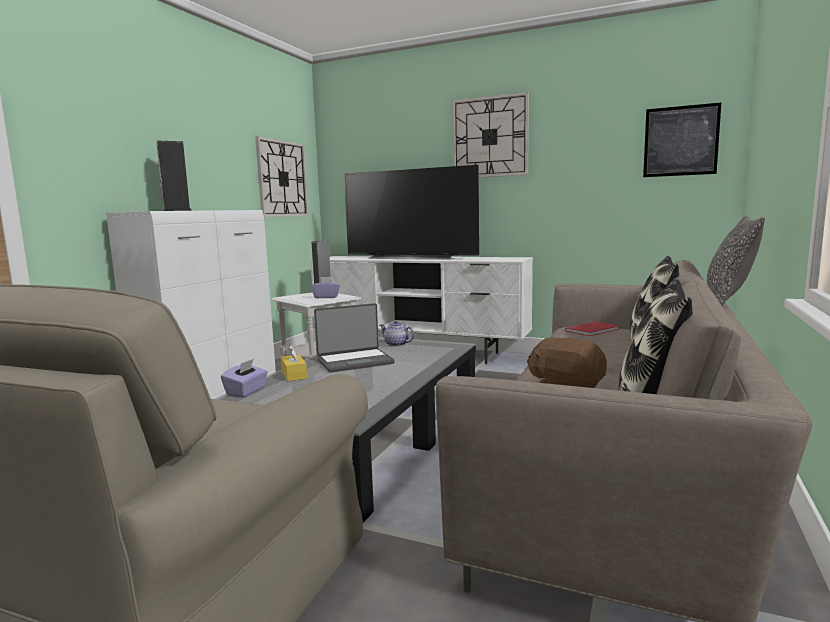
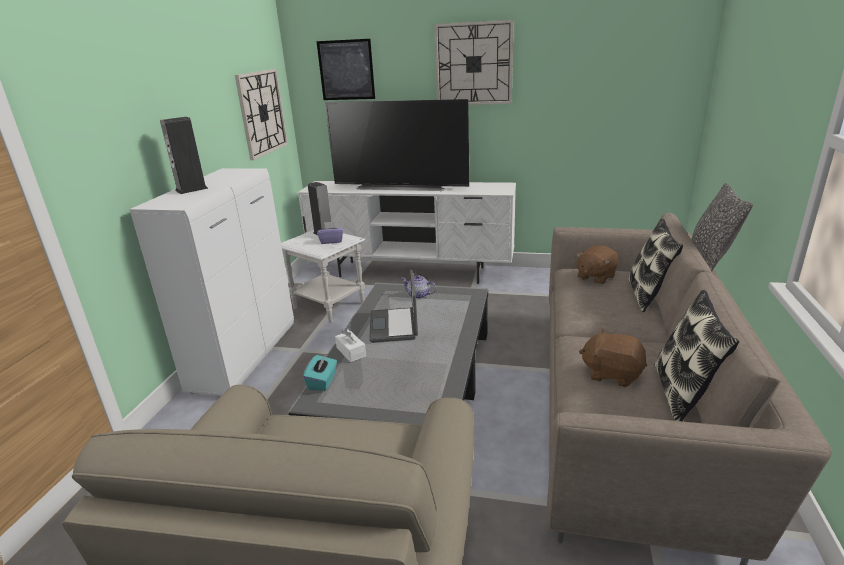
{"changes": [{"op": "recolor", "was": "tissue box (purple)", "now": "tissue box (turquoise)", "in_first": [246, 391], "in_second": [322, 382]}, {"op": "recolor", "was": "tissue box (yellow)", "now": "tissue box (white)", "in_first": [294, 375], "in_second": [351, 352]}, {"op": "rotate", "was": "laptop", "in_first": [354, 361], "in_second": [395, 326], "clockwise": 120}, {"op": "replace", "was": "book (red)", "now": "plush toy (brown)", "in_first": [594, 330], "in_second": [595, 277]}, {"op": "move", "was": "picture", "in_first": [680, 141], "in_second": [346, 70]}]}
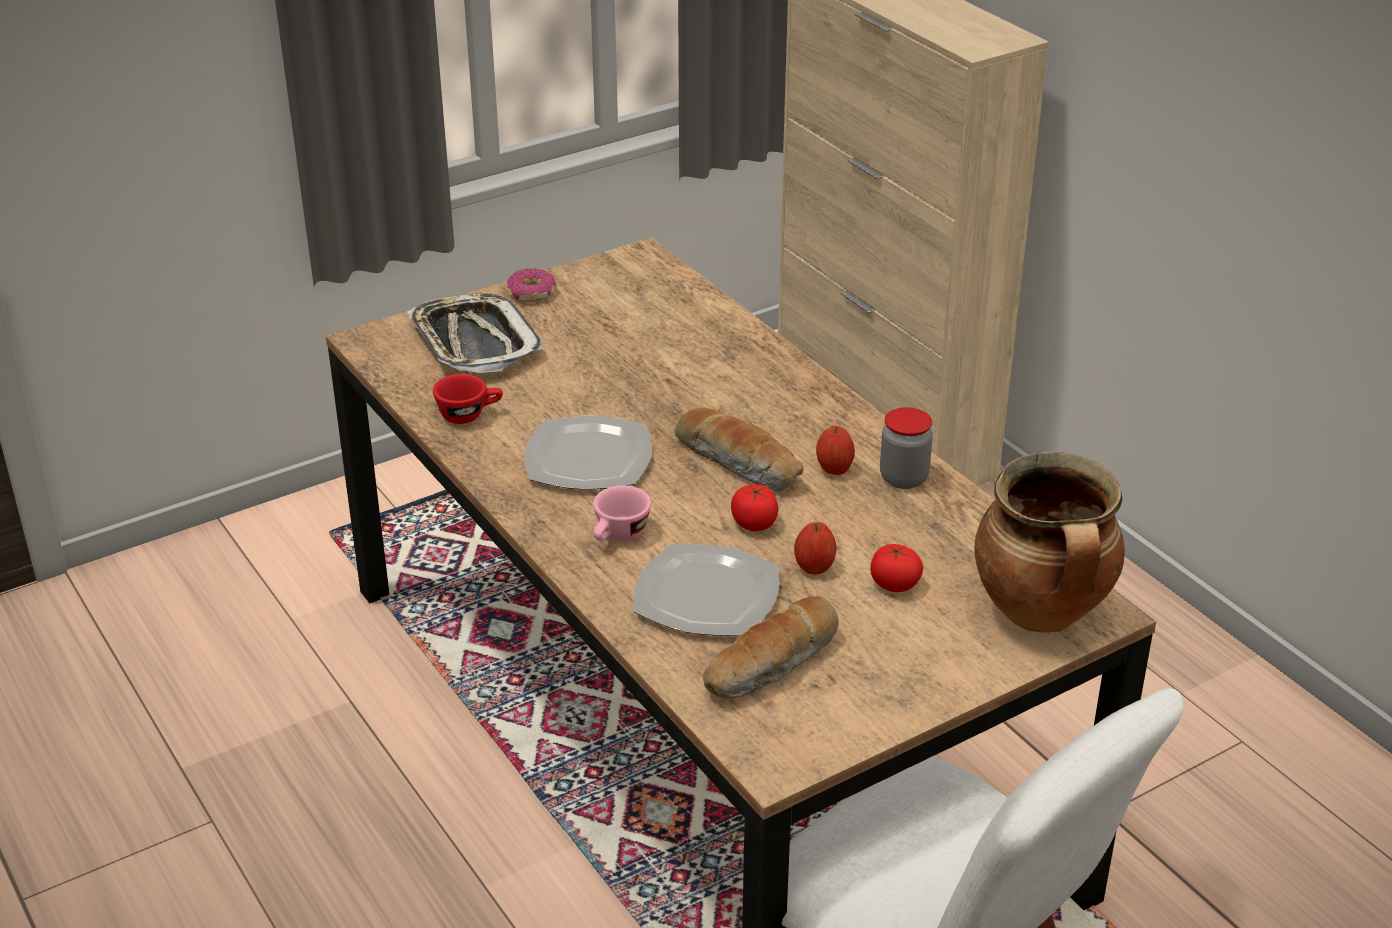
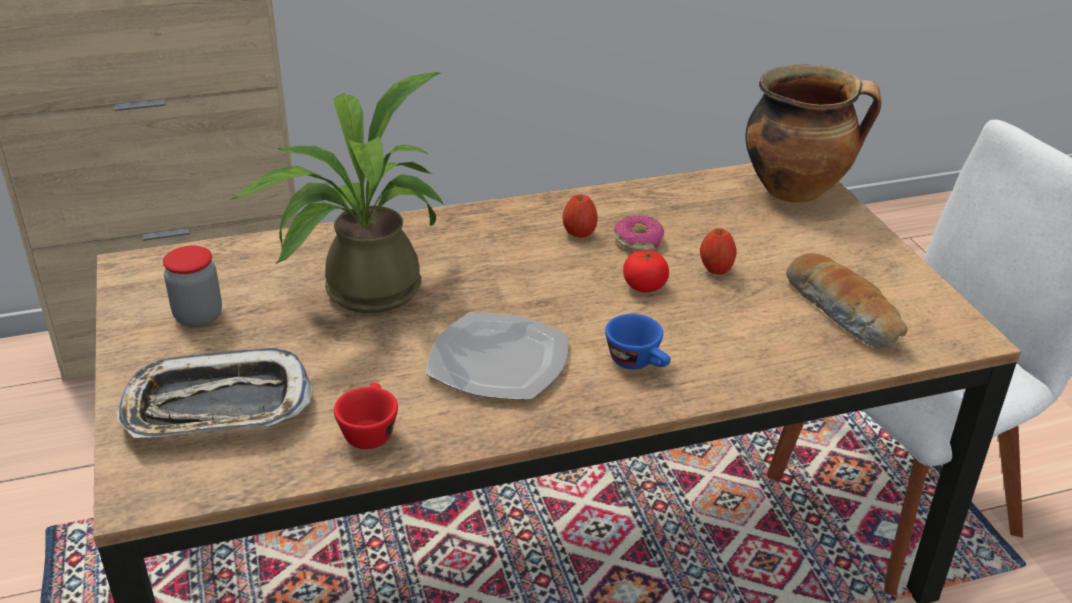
{"changes": [{"op": "move", "was": "donut", "in_first": [532, 293], "in_second": [638, 241]}, {"op": "recolor", "was": "cup (pink)", "now": "cup (blue)", "in_first": [618, 536], "in_second": [639, 363]}, {"op": "delete", "was": "plate", "in_first": [708, 596]}, {"op": "delete", "was": "bread", "in_first": [740, 463]}, {"op": "delete", "was": "tomato", "in_first": [894, 585]}, {"op": "move", "was": "jar", "in_first": [903, 478], "in_second": [198, 316]}, {"op": "insert", "now": "potted plant", "in_second": [361, 292]}]}
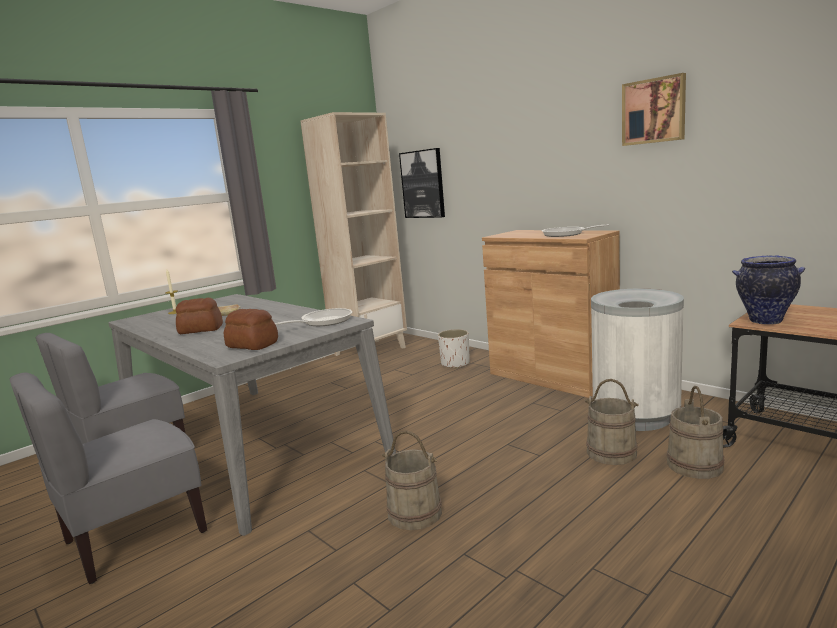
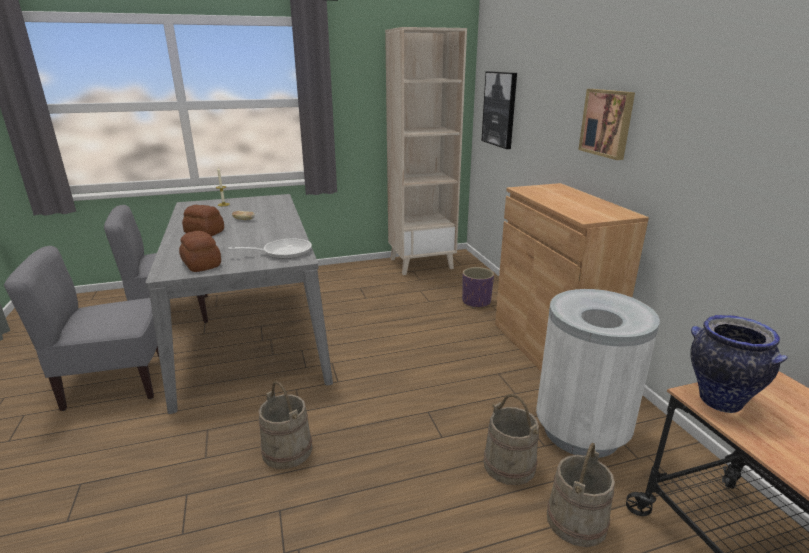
{"changes": [{"op": "recolor", "was": "planter (white)", "now": "planter (purple)", "in_first": [455, 364], "in_second": [476, 302]}, {"op": "delete", "was": "frying pan", "in_first": [566, 234]}, {"op": "move", "was": "picture", "in_first": [654, 111], "in_second": [607, 123]}]}
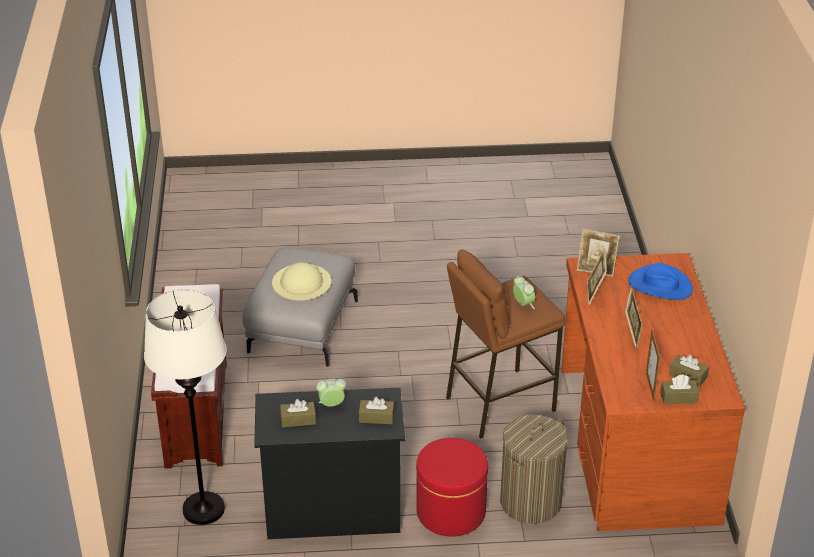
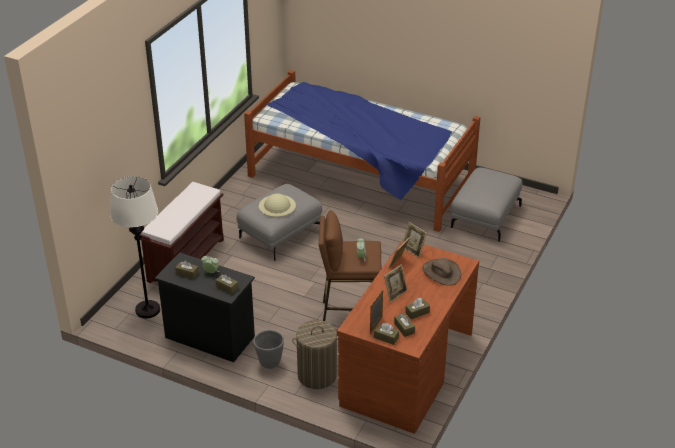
{"changes": [{"op": "replace", "was": "ottoman (red)", "now": "planter (grey)", "in_first": [451, 512], "in_second": [269, 363]}, {"op": "recolor", "was": "hat (blue)", "now": "hat (brown)", "in_first": [659, 285], "in_second": [441, 273]}, {"op": "insert", "now": "bed", "in_second": [360, 179]}, {"op": "insert", "now": "tissue box (brown)", "in_second": [417, 312]}, {"op": "insert", "now": "ottoman (grey)", "in_second": [485, 216]}]}
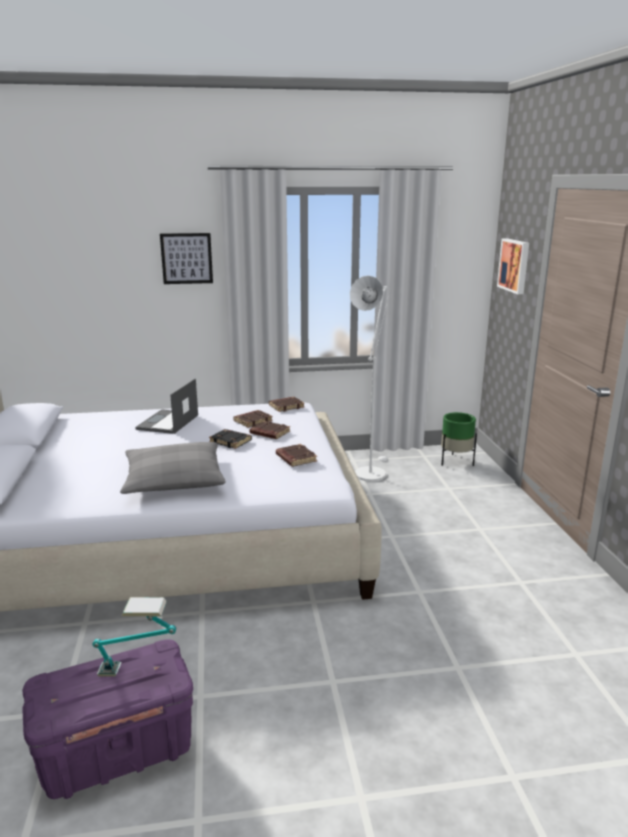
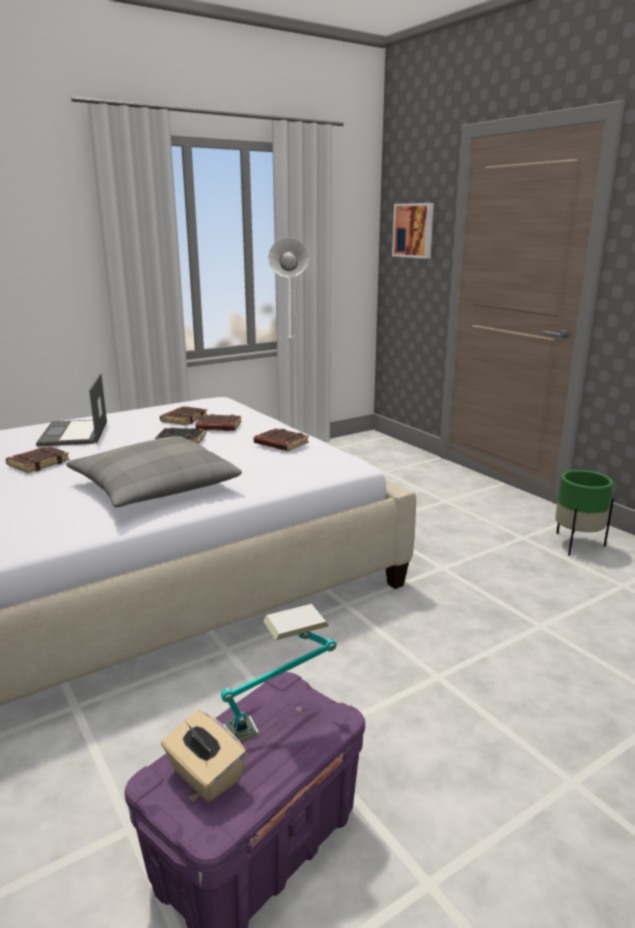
{"changes": [{"op": "delete", "was": "picture", "in_first": [186, 258]}, {"op": "move", "was": "book (brown)", "in_first": [286, 406], "in_second": [38, 463]}, {"op": "move", "was": "planter (green)", "in_first": [455, 461], "in_second": [576, 545]}, {"op": "insert", "now": "tissue box (beige)", "in_second": [204, 775]}]}
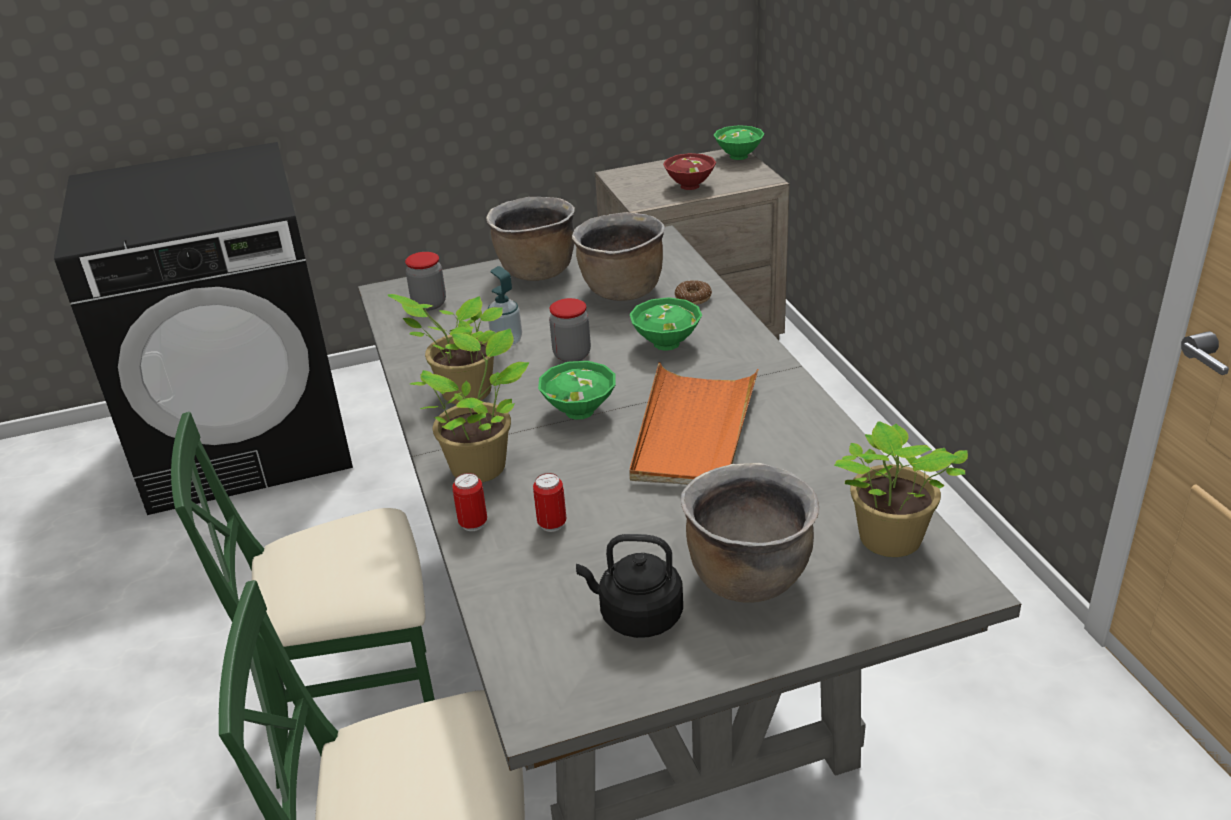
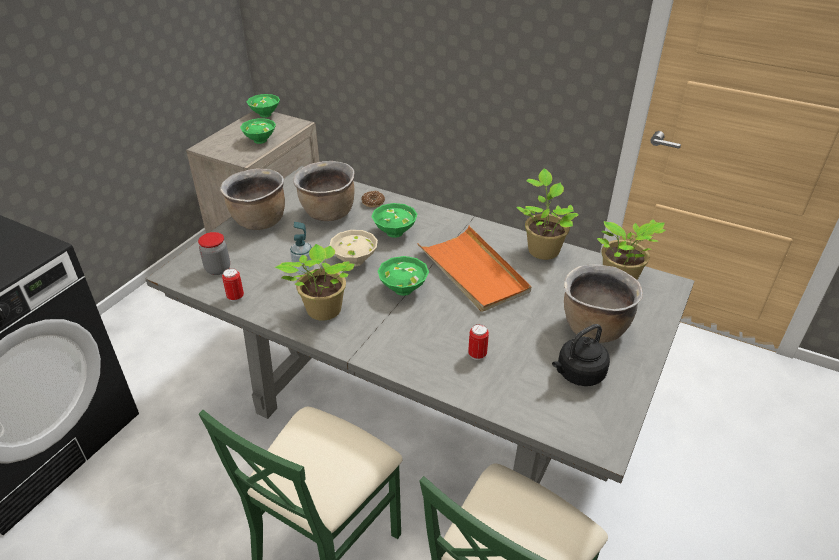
{"changes": [{"op": "move", "was": "potted plant", "in_first": [481, 465], "in_second": [542, 249]}, {"op": "move", "was": "can", "in_first": [473, 524], "in_second": [235, 297]}, {"op": "replace", "was": "jar", "now": "bowl (beige)", "in_first": [572, 355], "in_second": [353, 261]}, {"op": "recolor", "was": "bowl (red)", "now": "bowl (green)", "in_first": [690, 185], "in_second": [260, 140]}]}
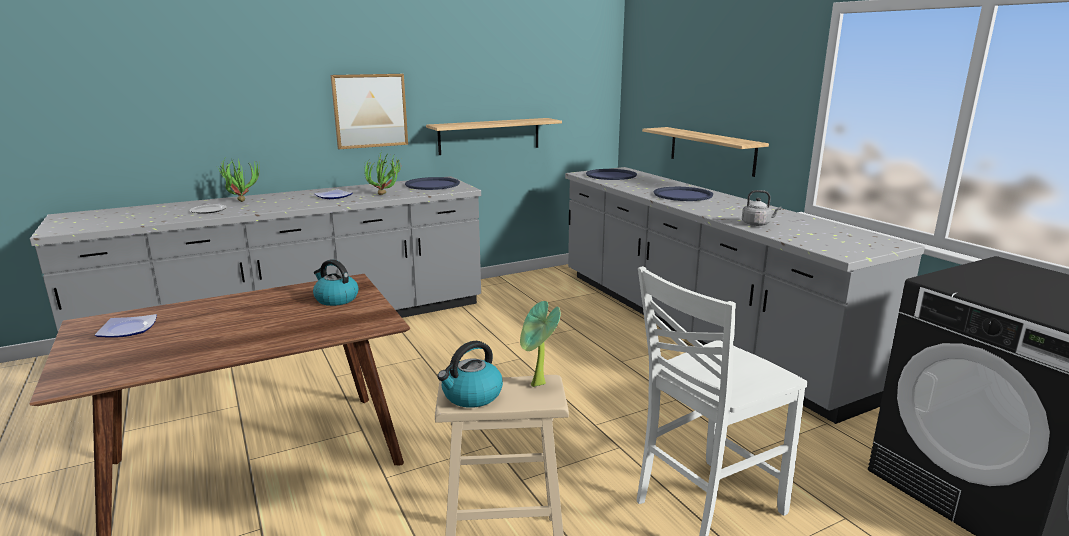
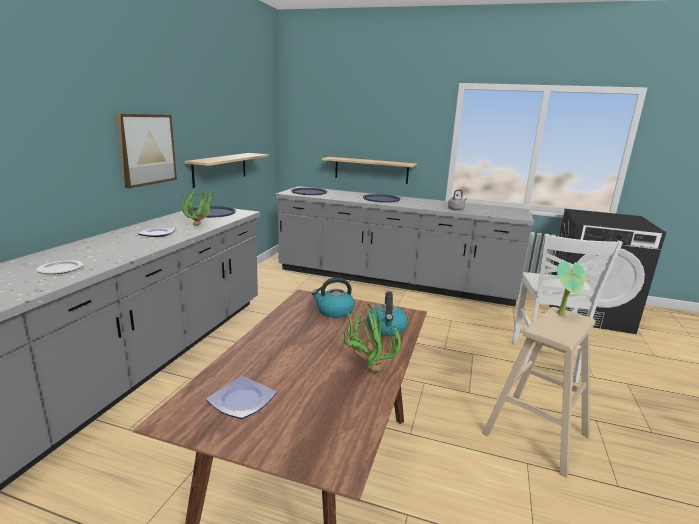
{"changes": [{"op": "move", "was": "potted plant", "in_first": [241, 200], "in_second": [366, 369]}, {"op": "move", "was": "kettle", "in_first": [471, 396], "in_second": [386, 329]}]}
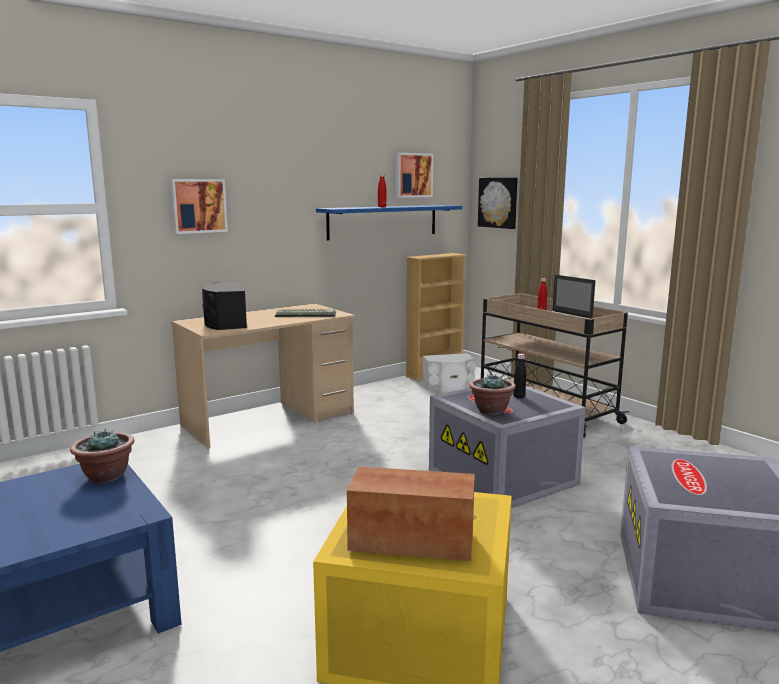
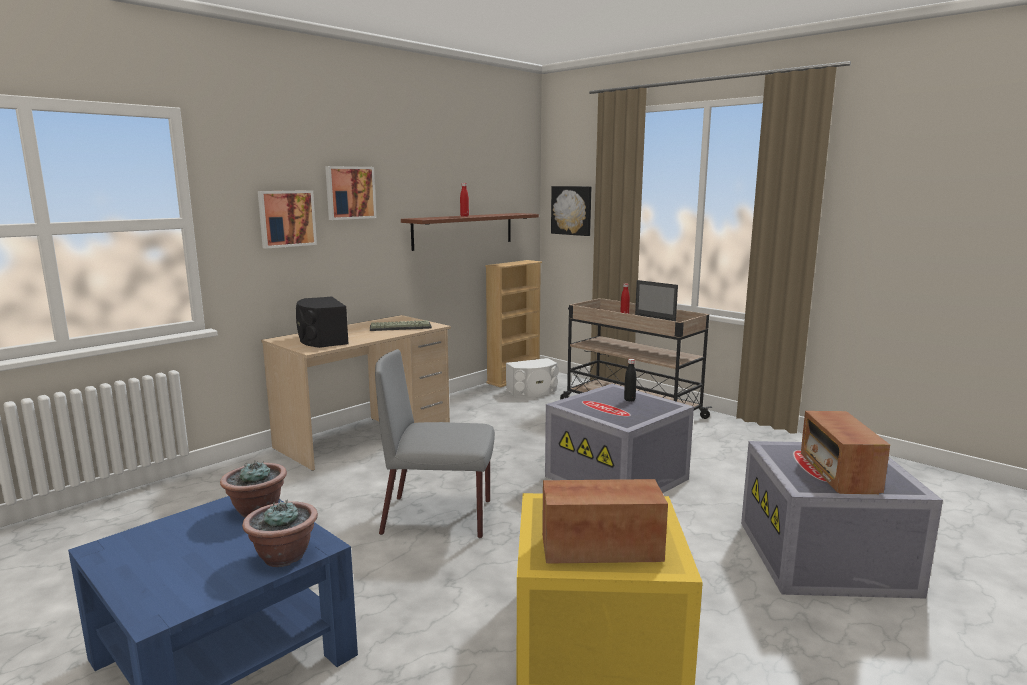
{"changes": [{"op": "recolor", "was": "shelf (blue)", "now": "shelf (brown)", "in_first": [383, 221], "in_second": [463, 230]}, {"op": "move", "was": "picture", "in_first": [413, 175], "in_second": [349, 192]}, {"op": "move", "was": "potted plant", "in_first": [491, 411], "in_second": [283, 556]}, {"op": "insert", "now": "chair (grey)", "in_second": [439, 517]}, {"op": "insert", "now": "radio", "in_second": [838, 474]}]}
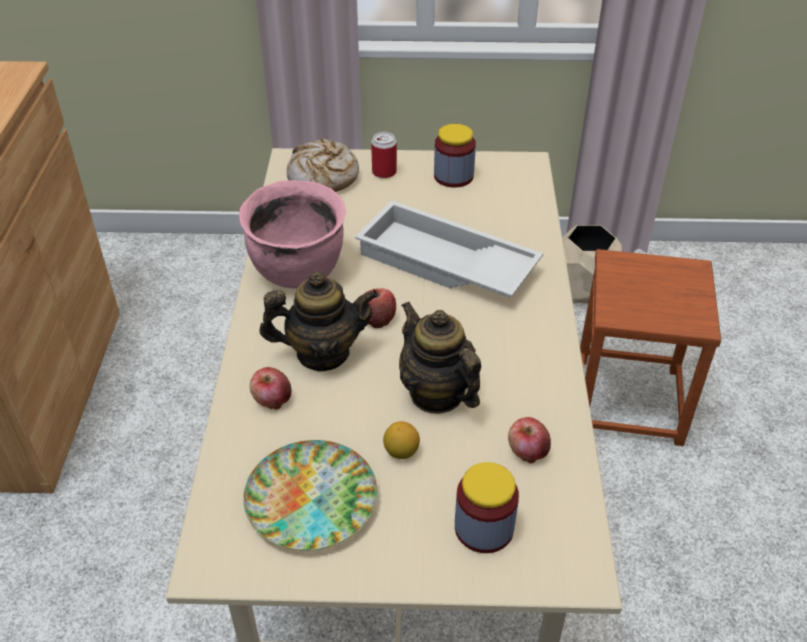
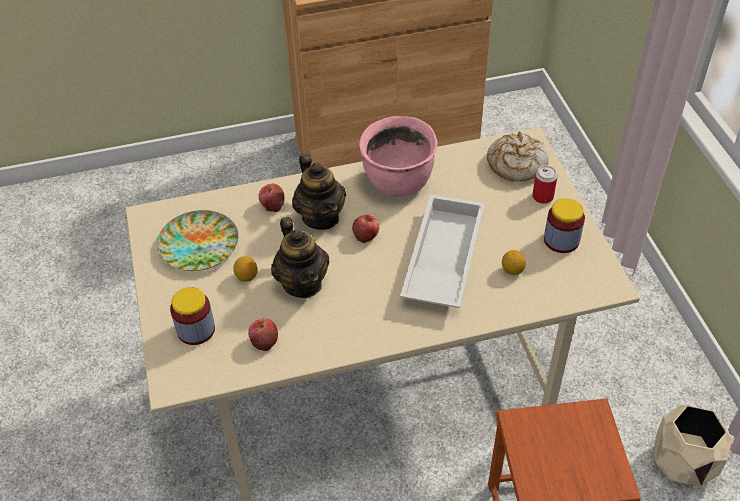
{"changes": [{"op": "rotate", "was": "teapot", "in_first": [437, 393], "in_second": [302, 283], "clockwise": 120}, {"op": "insert", "now": "lemon", "in_second": [512, 270]}]}
